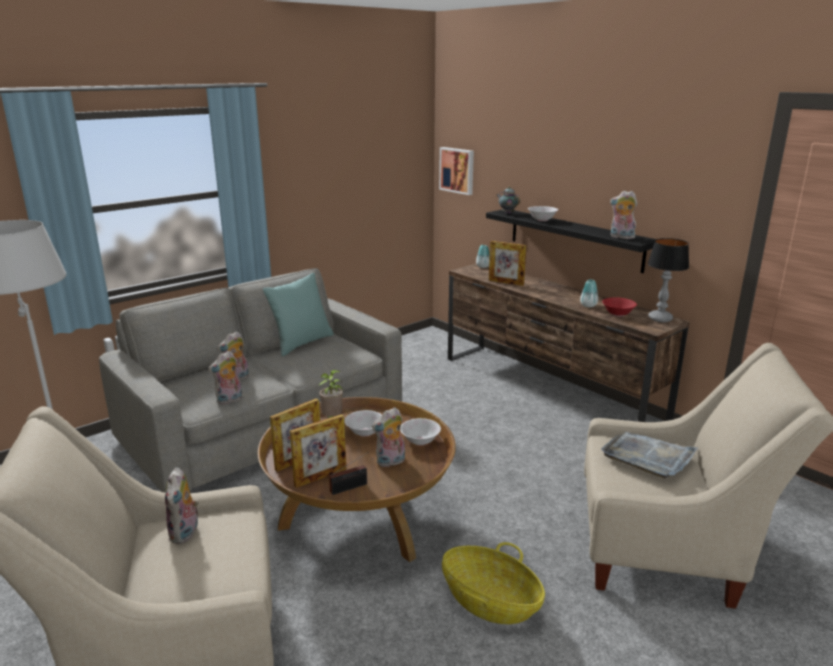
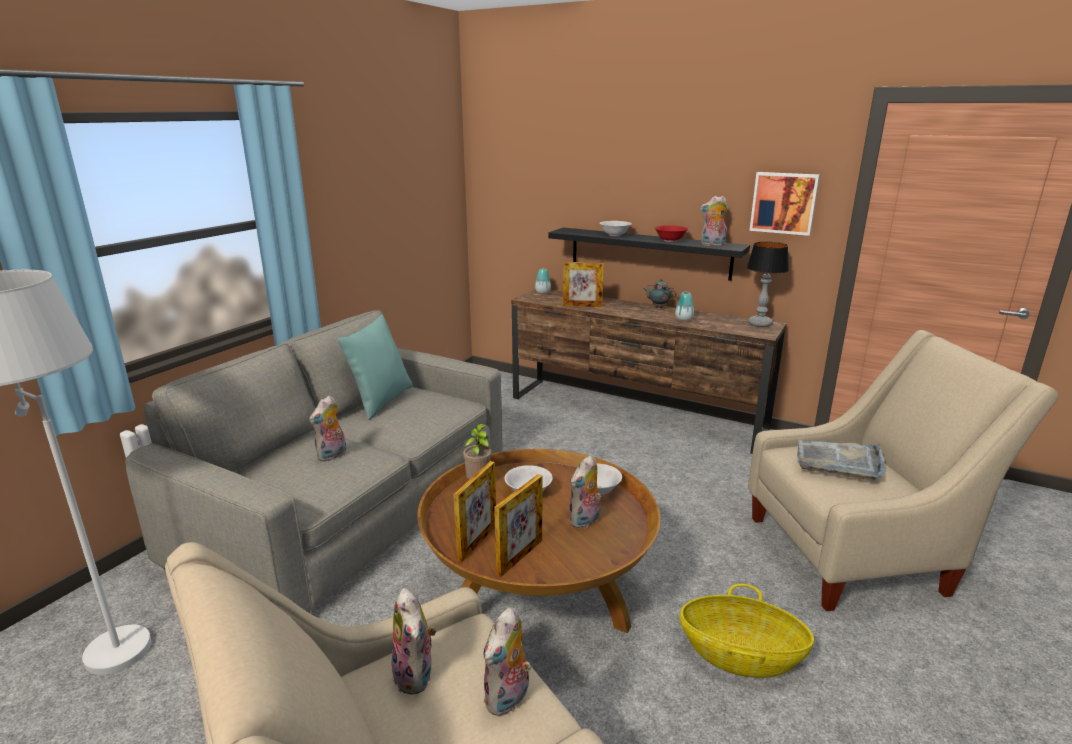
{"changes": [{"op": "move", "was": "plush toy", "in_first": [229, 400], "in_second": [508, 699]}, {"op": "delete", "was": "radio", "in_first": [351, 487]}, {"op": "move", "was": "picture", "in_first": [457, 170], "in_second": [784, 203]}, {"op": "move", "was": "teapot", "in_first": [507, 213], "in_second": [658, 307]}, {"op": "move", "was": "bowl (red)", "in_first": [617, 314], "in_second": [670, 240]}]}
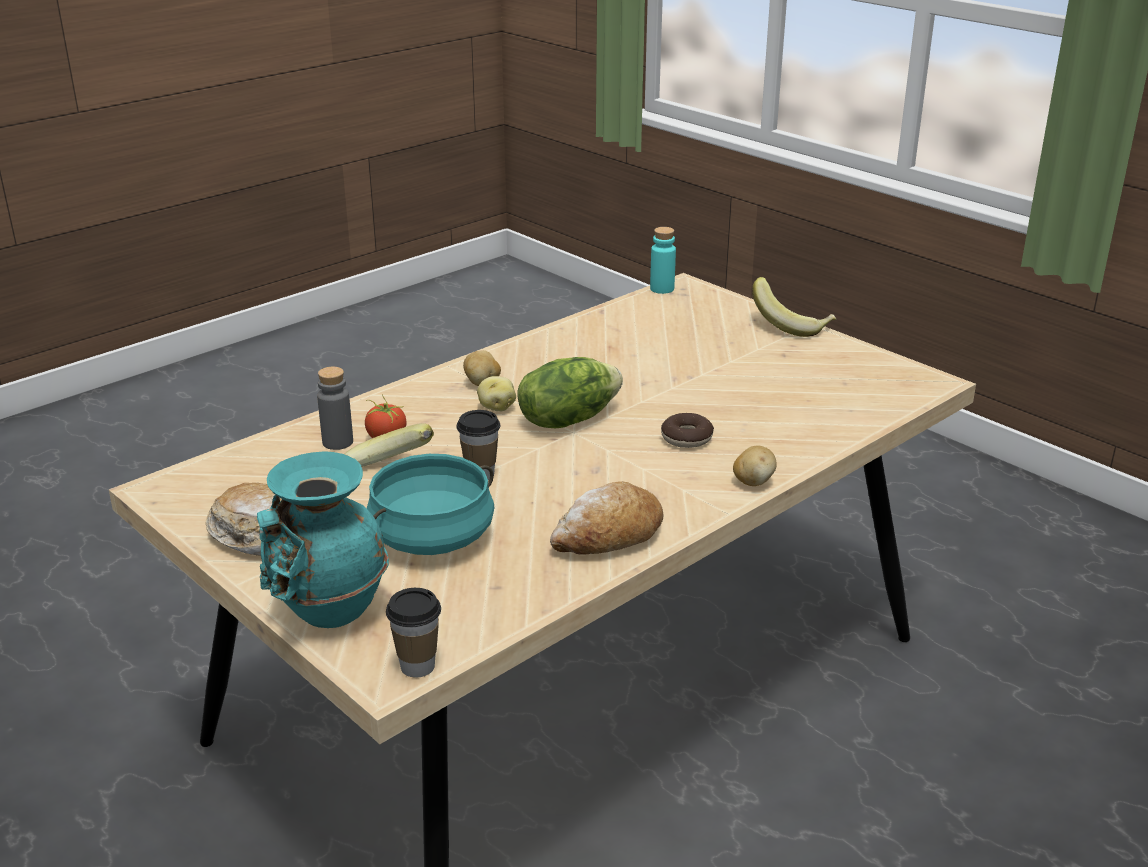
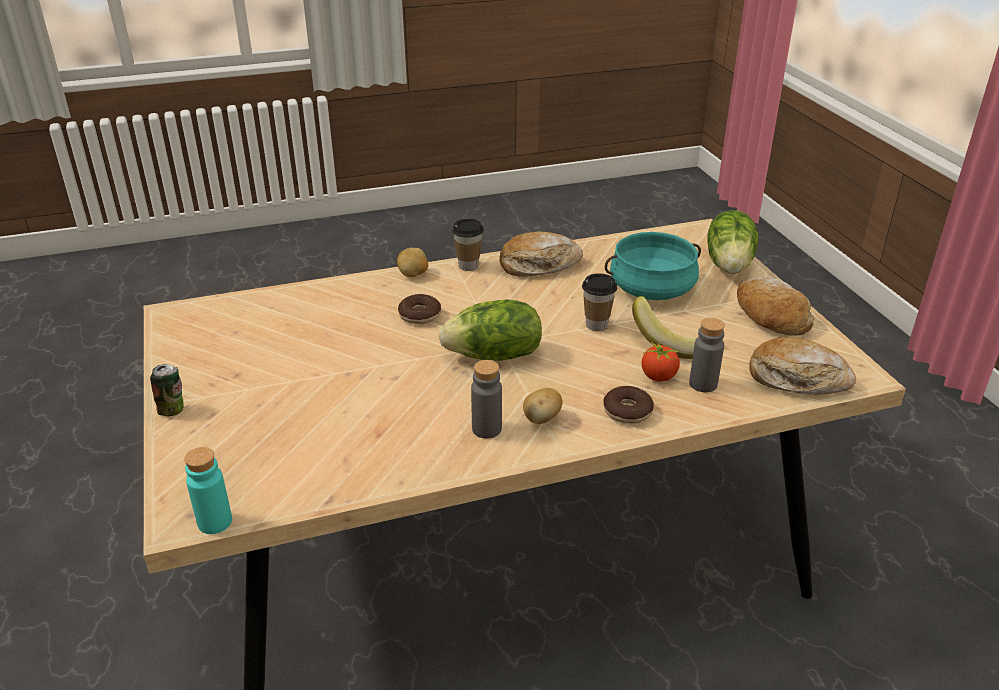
{"changes": [{"op": "replace", "was": "vase (turquoise)", "now": "lettuce", "in_first": [327, 612], "in_second": [730, 264]}, {"op": "move", "was": "cup", "in_first": [417, 666], "in_second": [468, 266]}, {"op": "delete", "was": "potato", "in_first": [497, 407]}, {"op": "replace", "was": "banana", "now": "can", "in_first": [791, 326], "in_second": [173, 409]}, {"op": "insert", "now": "bottle (grey)", "in_second": [486, 429]}, {"op": "insert", "now": "donut", "in_second": [627, 411]}, {"op": "insert", "now": "bread", "in_second": [797, 379]}]}
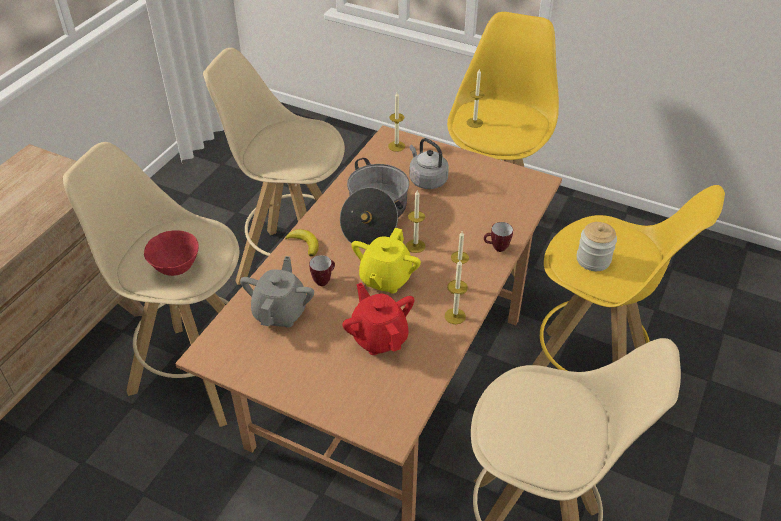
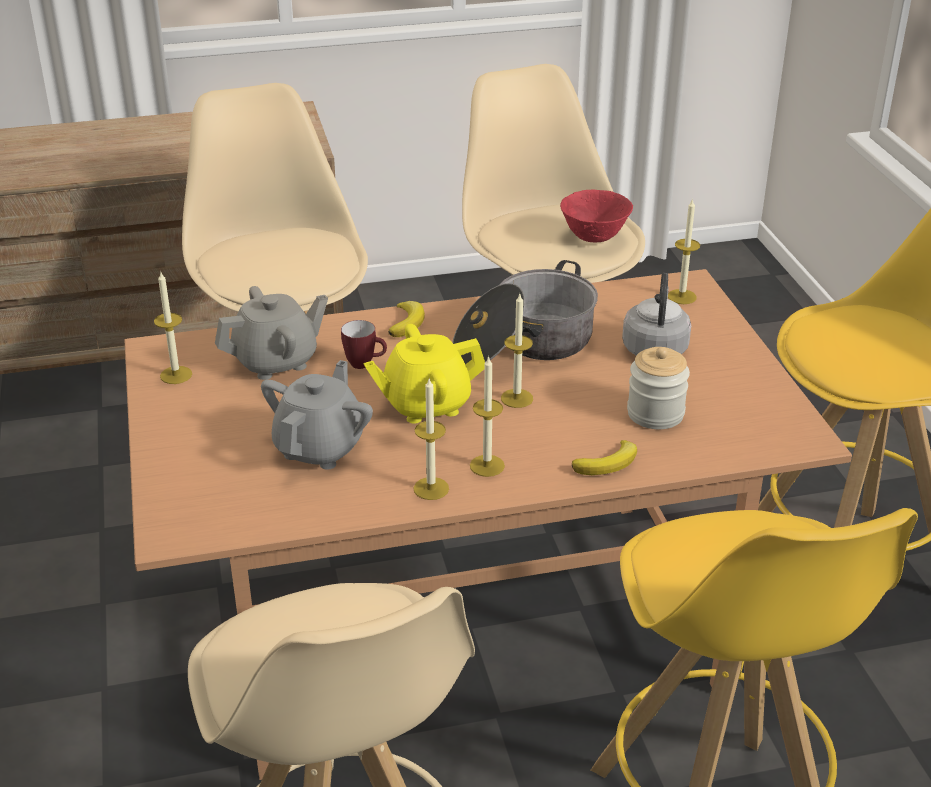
{"changes": [{"op": "move", "was": "bowl (red)", "in_first": [176, 267], "in_second": [595, 237]}, {"op": "recolor", "was": "teapot (red)", "now": "teapot (grey)", "in_first": [379, 337], "in_second": [320, 448]}, {"op": "move", "was": "candle", "in_first": [474, 122], "in_second": [176, 375]}, {"op": "replace", "was": "mug", "now": "banana", "in_first": [496, 248], "in_second": [608, 463]}, {"op": "move", "was": "jar", "in_first": [593, 260], "in_second": [655, 414]}]}
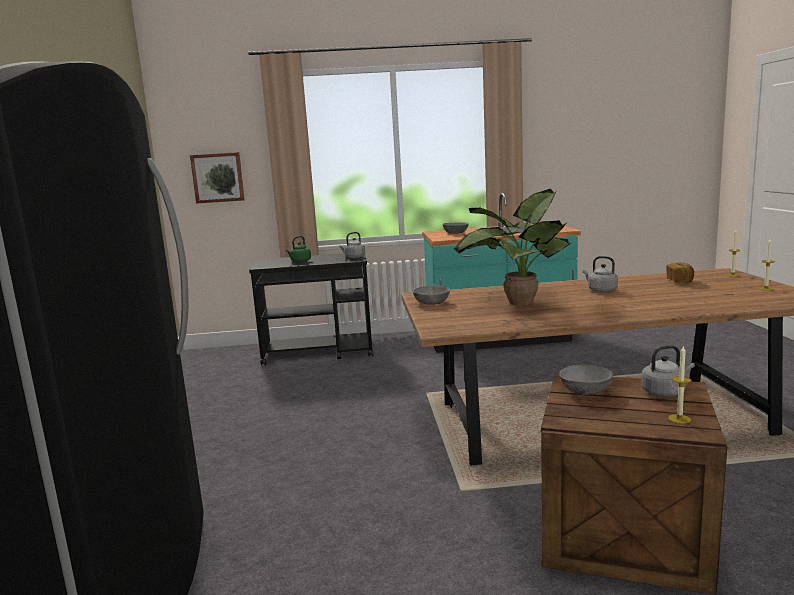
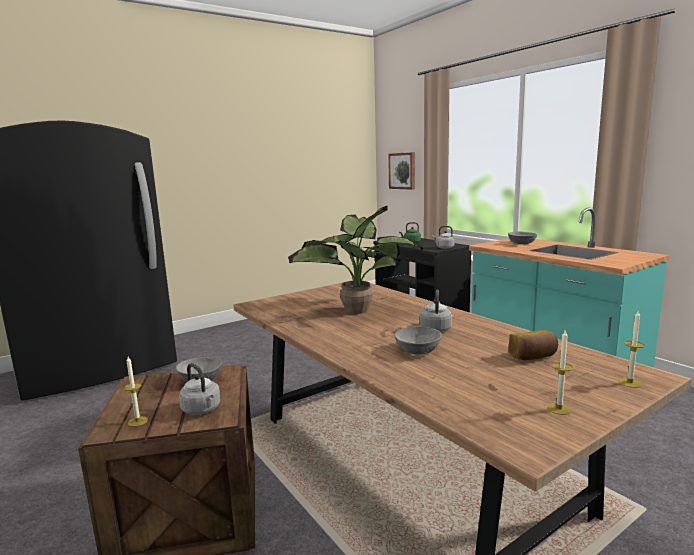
{"changes": [{"op": "move", "was": "bowl (grey)", "in_first": [431, 303], "in_second": [418, 350]}]}
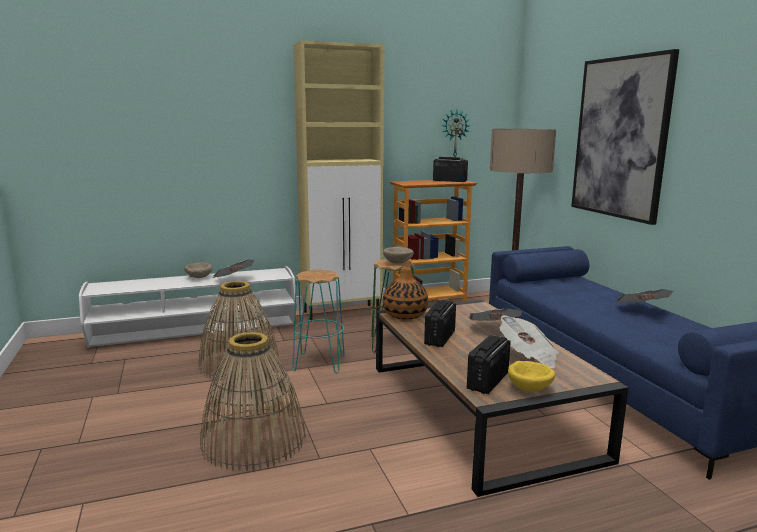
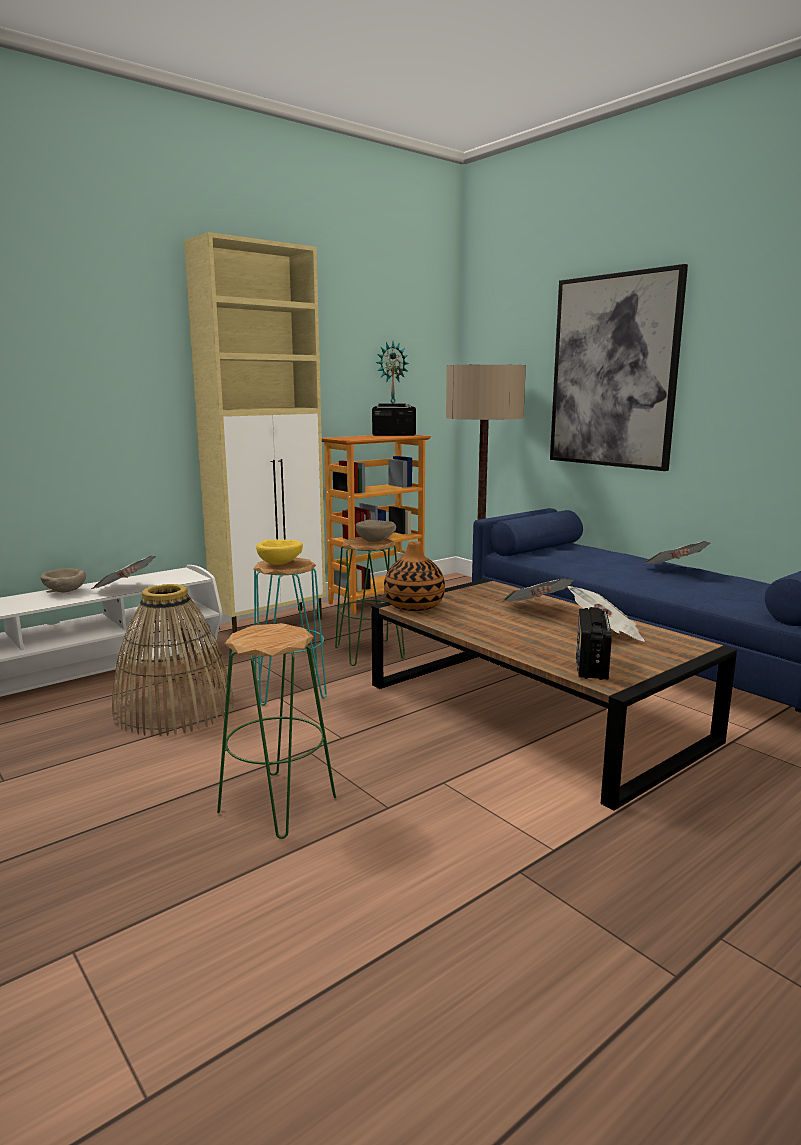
{"changes": [{"op": "replace", "was": "basket", "now": "stool (green)", "in_first": [253, 440], "in_second": [278, 803]}, {"op": "delete", "was": "radio", "in_first": [439, 338]}, {"op": "move", "was": "bowl (yellow)", "in_first": [530, 388], "in_second": [281, 564]}]}
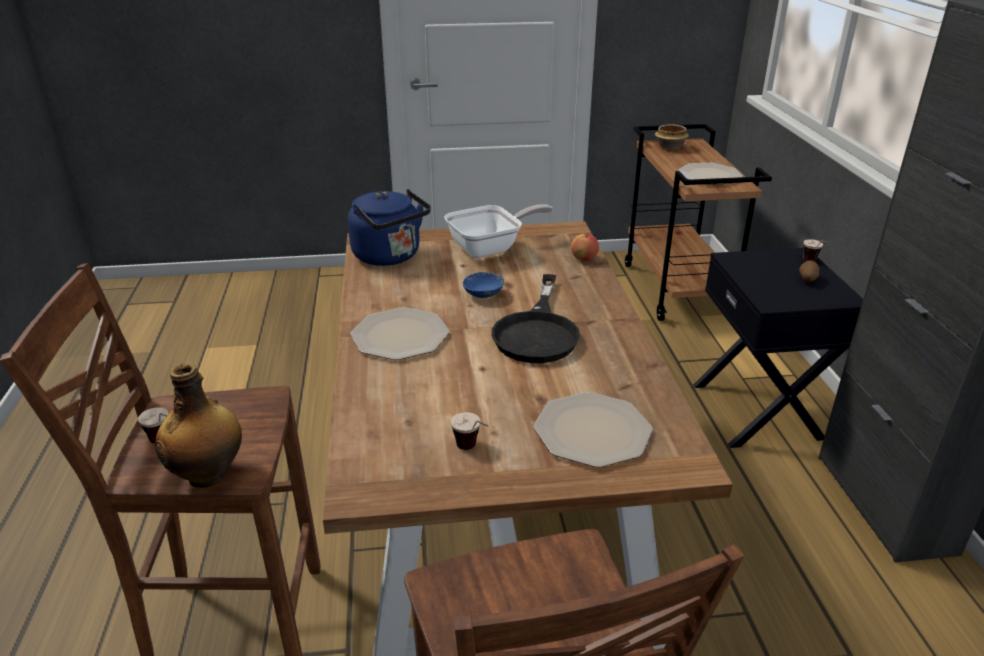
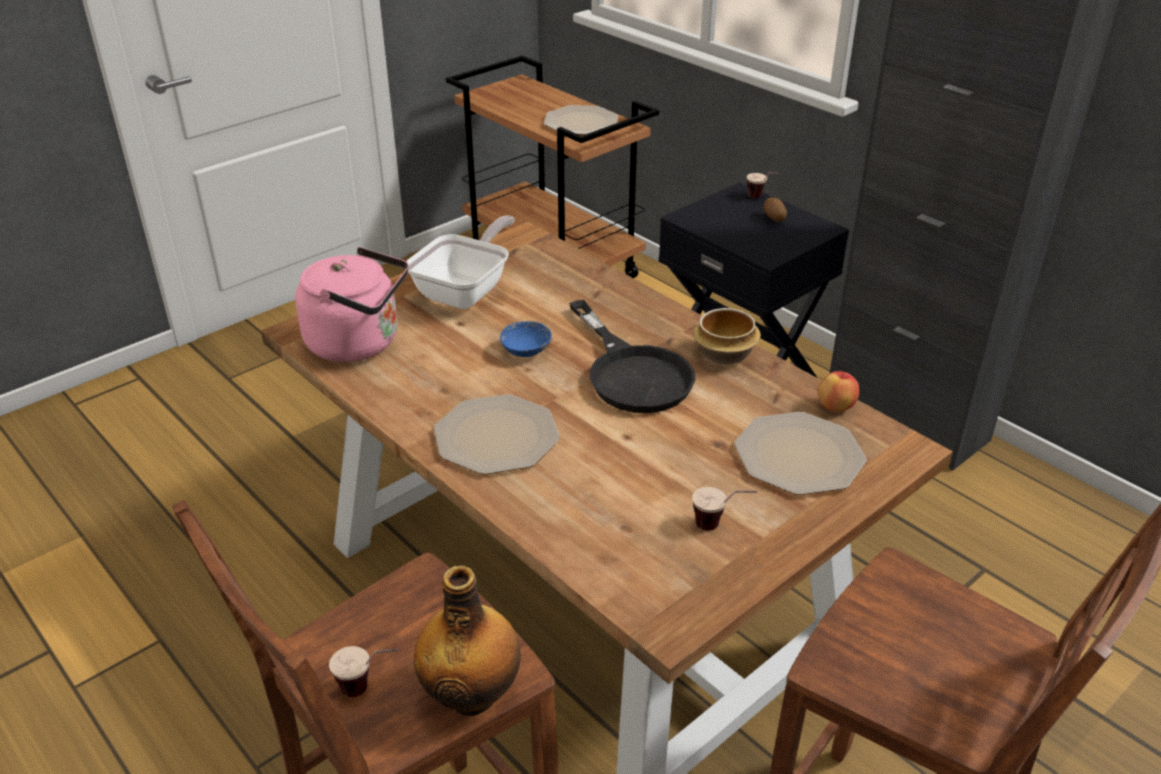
{"changes": [{"op": "recolor", "was": "kettle (blue)", "now": "kettle (pink)", "in_first": [390, 257], "in_second": [359, 343]}, {"op": "move", "was": "apple", "in_first": [584, 259], "in_second": [835, 406]}, {"op": "move", "was": "bowl", "in_first": [670, 147], "in_second": [725, 355]}]}
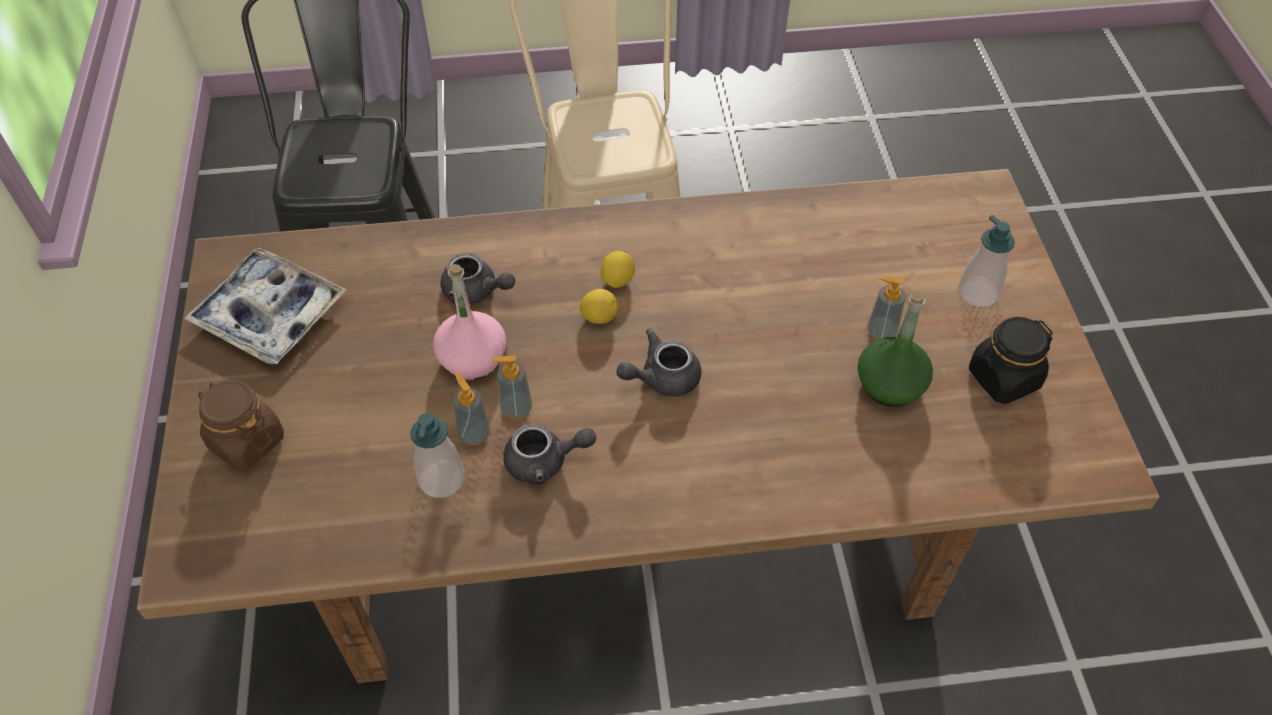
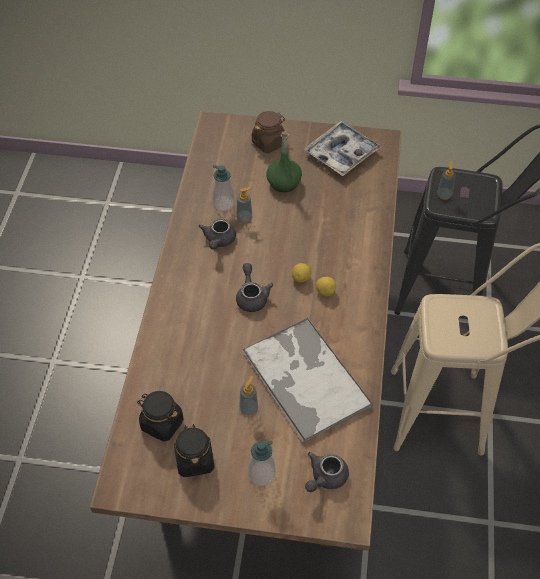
{"changes": [{"op": "delete", "was": "bottle (pink)", "in_first": [473, 358]}, {"op": "move", "was": "teapot (grey)", "in_first": [476, 292], "in_second": [325, 477]}, {"op": "move", "was": "soap dispenser", "in_first": [516, 408], "in_second": [444, 195]}, {"op": "move", "was": "bottle (green)", "in_first": [889, 385], "in_second": [283, 182]}, {"op": "insert", "now": "jar (black)", "in_second": [162, 424]}, {"op": "insert", "now": "tray", "in_second": [305, 378]}]}
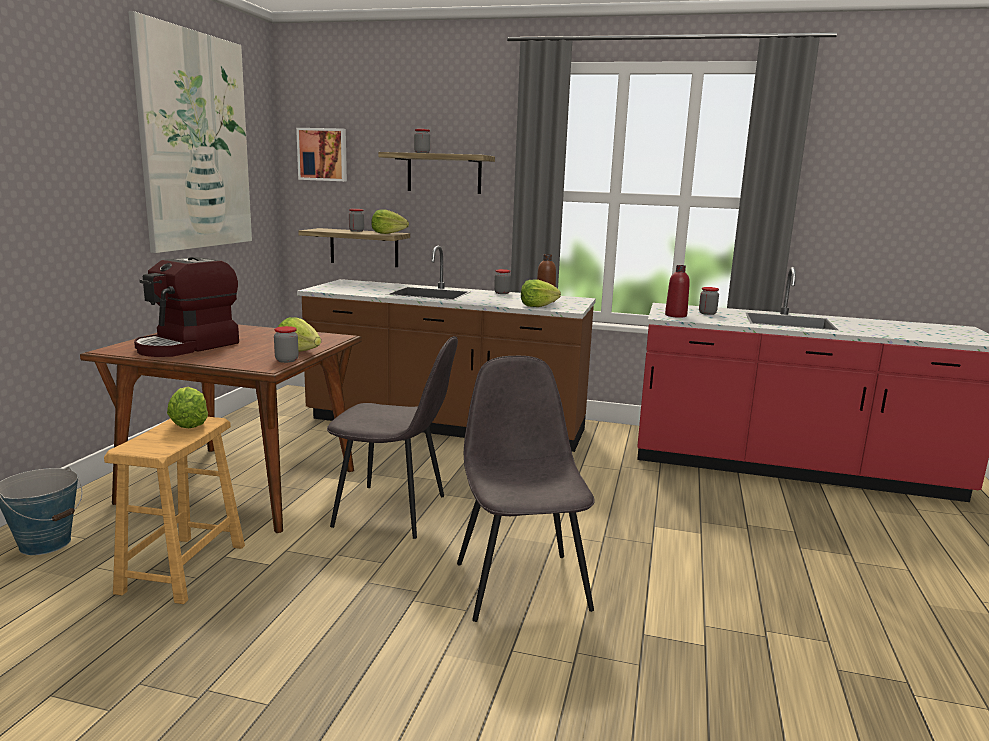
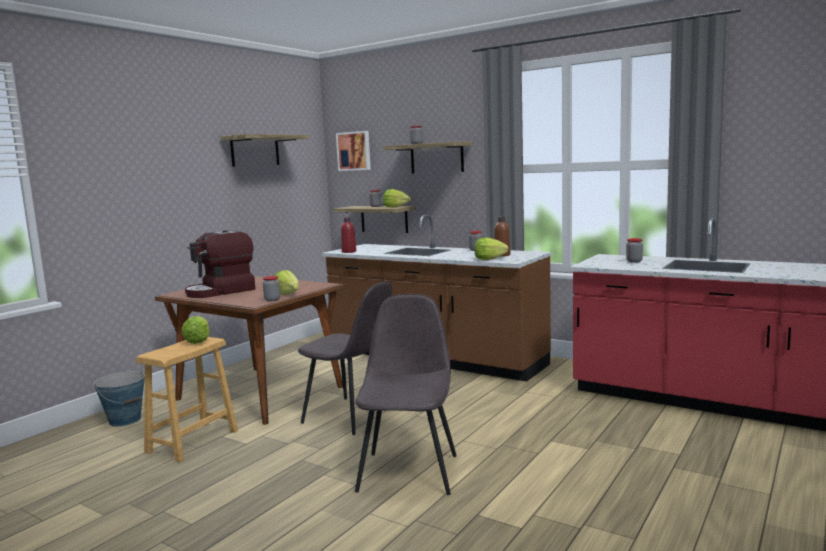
{"changes": [{"op": "replace", "was": "picture", "now": "shelf", "in_first": [196, 142], "in_second": [255, 151]}, {"op": "move", "was": "bottle (red)", "in_first": [675, 315], "in_second": [349, 251]}]}
